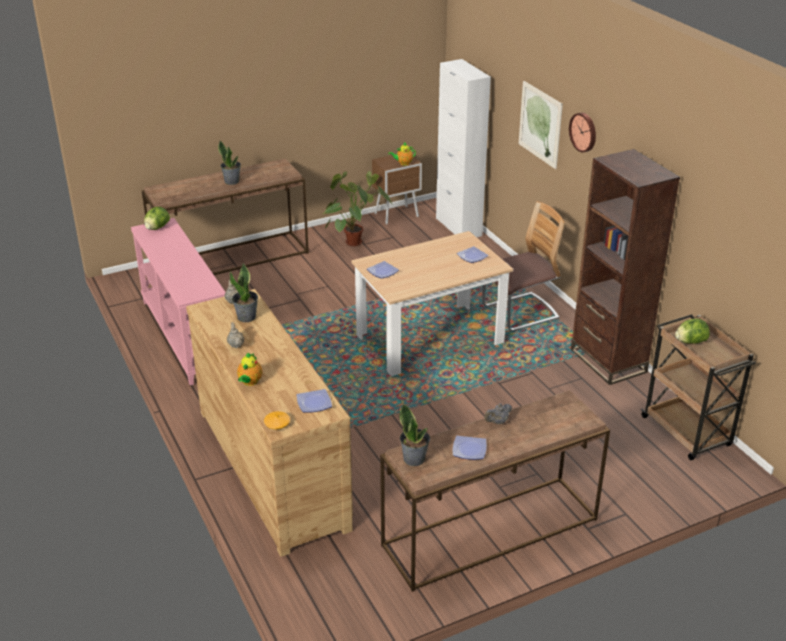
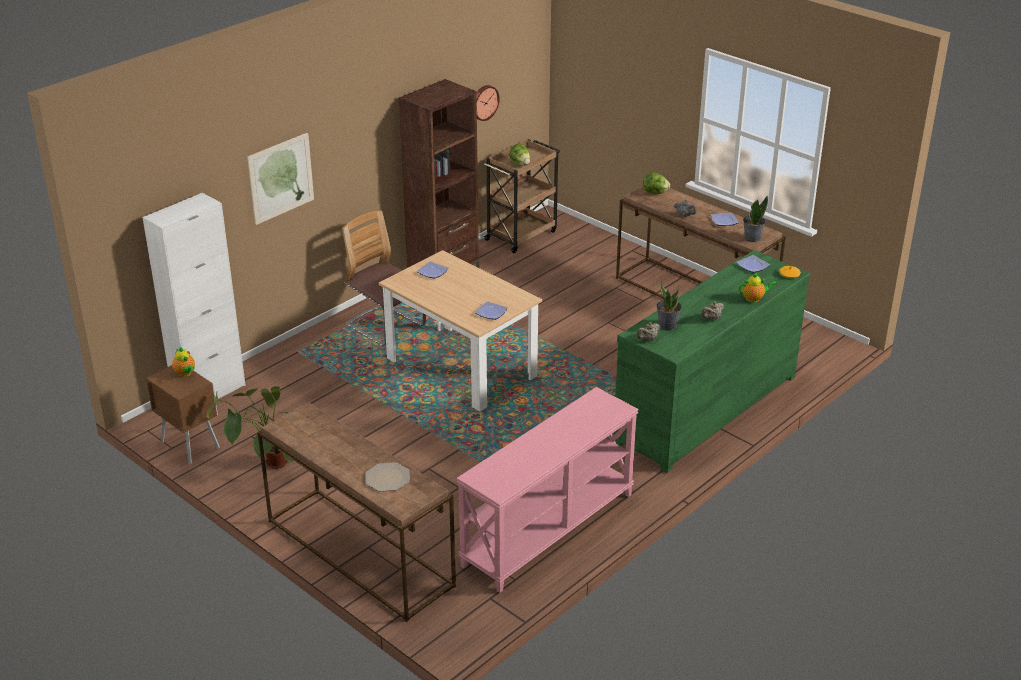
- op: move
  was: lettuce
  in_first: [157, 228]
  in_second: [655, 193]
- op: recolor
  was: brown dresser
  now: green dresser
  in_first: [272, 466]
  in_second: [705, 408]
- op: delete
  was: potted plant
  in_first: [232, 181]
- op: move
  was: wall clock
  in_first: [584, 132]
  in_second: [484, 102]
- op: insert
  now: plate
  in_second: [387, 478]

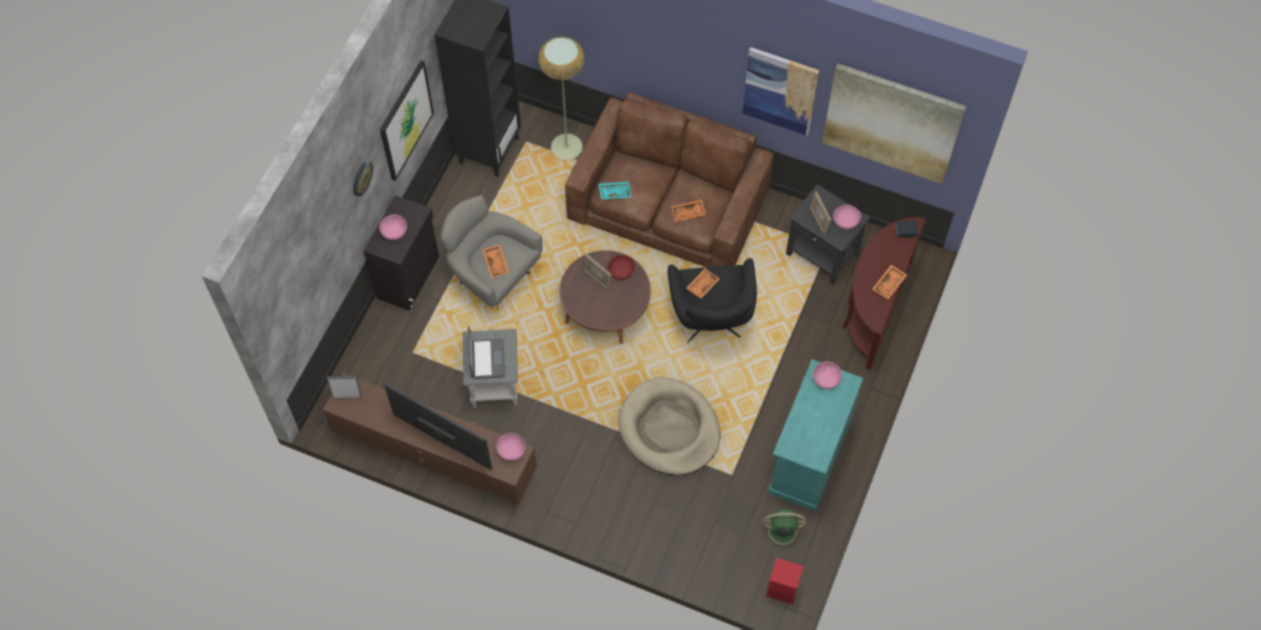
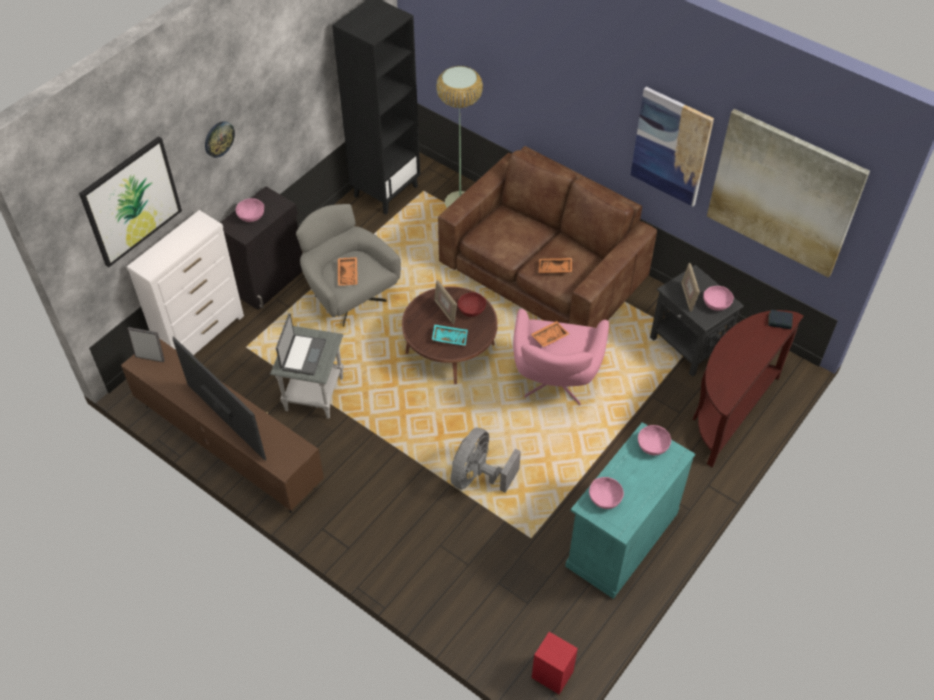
- op: move
  was: picture
  in_first: [405, 120]
  in_second: [131, 201]
- op: move
  was: pink bowl
  in_first: [511, 450]
  in_second: [604, 498]
- op: move
  was: turquoise tray
  in_first: [614, 192]
  in_second: [450, 337]
- op: replace
  was: beige dog bed
  now: grey fan
  in_first: [669, 429]
  in_second: [478, 476]
- op: recolor
  was: black armchair
  now: pink armchair
  in_first: [711, 321]
  in_second: [555, 383]
- op: delete
  was: green fan
  in_first: [781, 531]
- op: delete
  was: orange tray
  in_first: [889, 285]
- op: insert
  now: white dresser
  in_second: [202, 335]

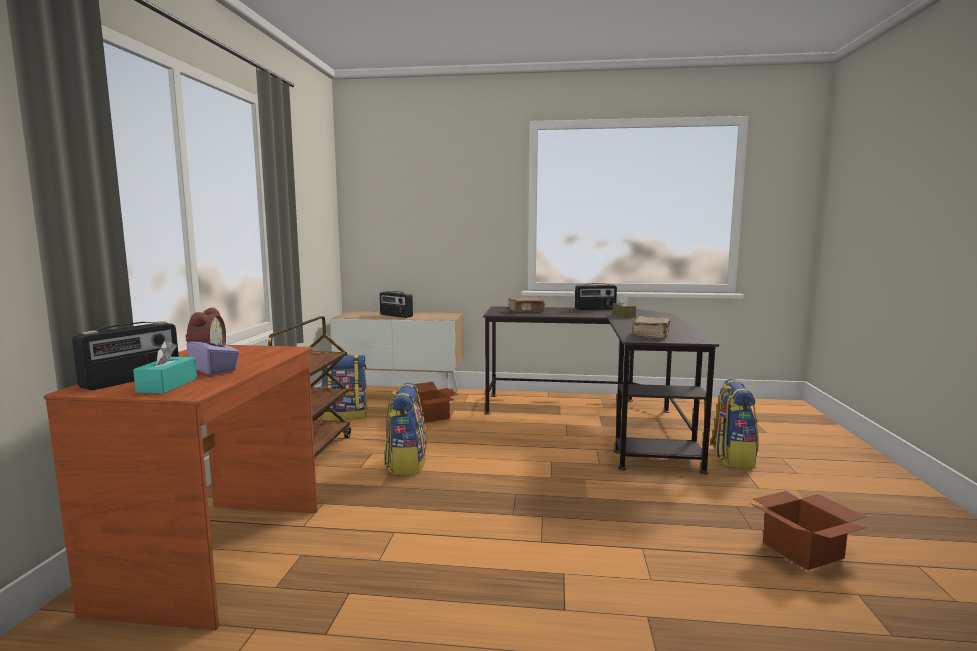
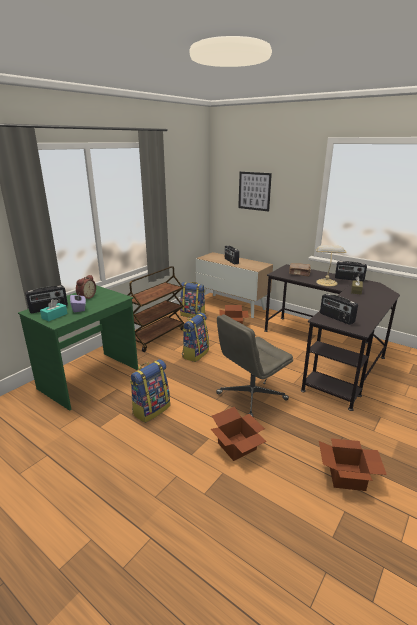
- op: recolor
  was: brown desk
  now: green desk
  in_first: [218, 556]
  in_second: [90, 379]
- op: replace
  was: brown book
  now: radio
  in_first: [652, 336]
  in_second: [336, 318]
- op: move
  was: backpack
  in_first: [731, 457]
  in_second: [151, 409]
- op: insert
  now: cardboard box
  in_second: [237, 447]
- op: insert
  now: grey office chair
  in_second: [251, 397]
- op: insert
  now: picture
  in_second: [254, 191]
- op: insert
  now: table lamp
  in_second: [326, 282]

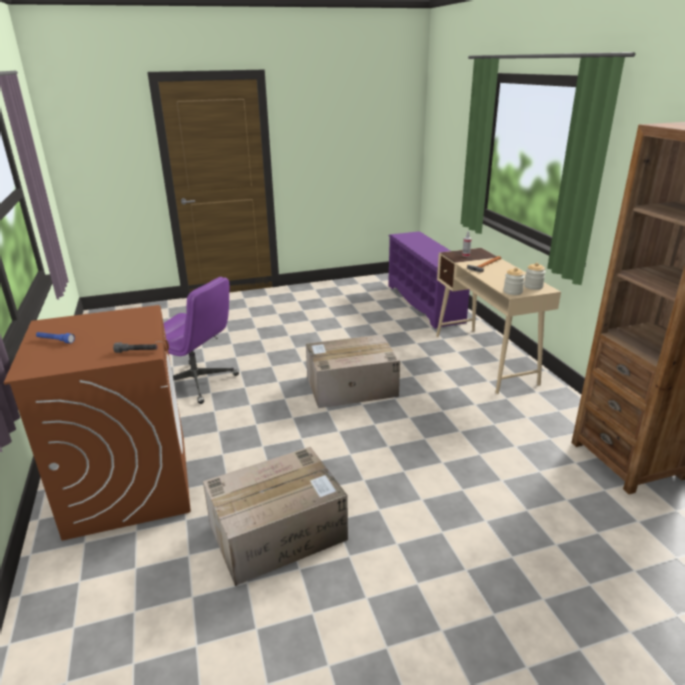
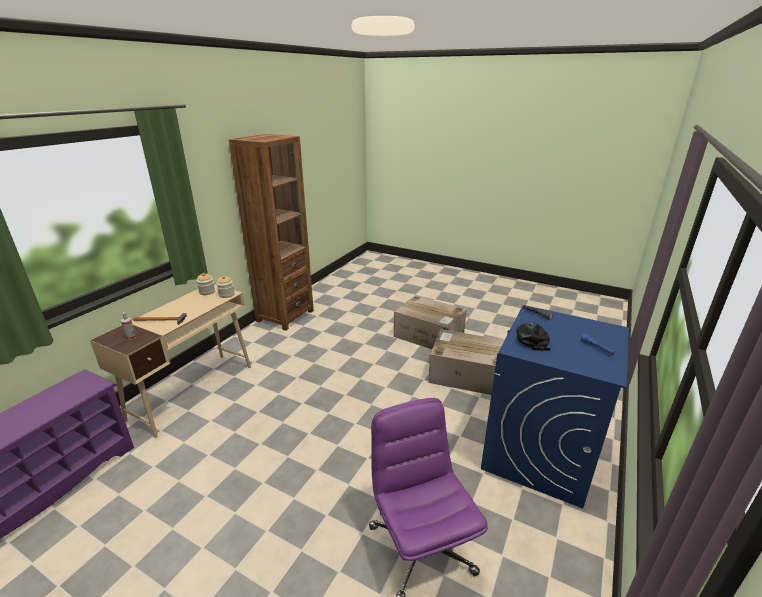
- op: recolor
  was: brown washing machine
  now: blue washing machine
  in_first: [129, 484]
  in_second: [539, 453]
- op: move
  was: cardboard box
  in_first: [350, 387]
  in_second: [430, 335]
- op: insert
  now: black cap
  in_second: [531, 338]

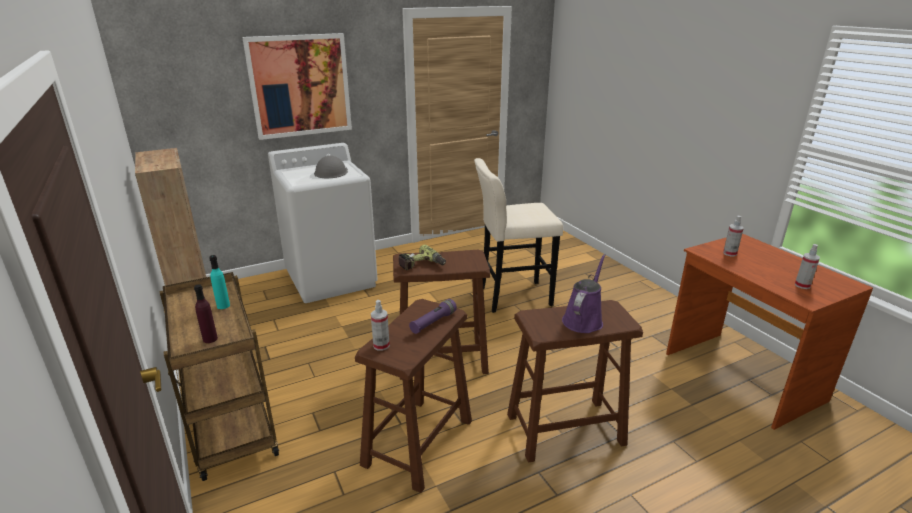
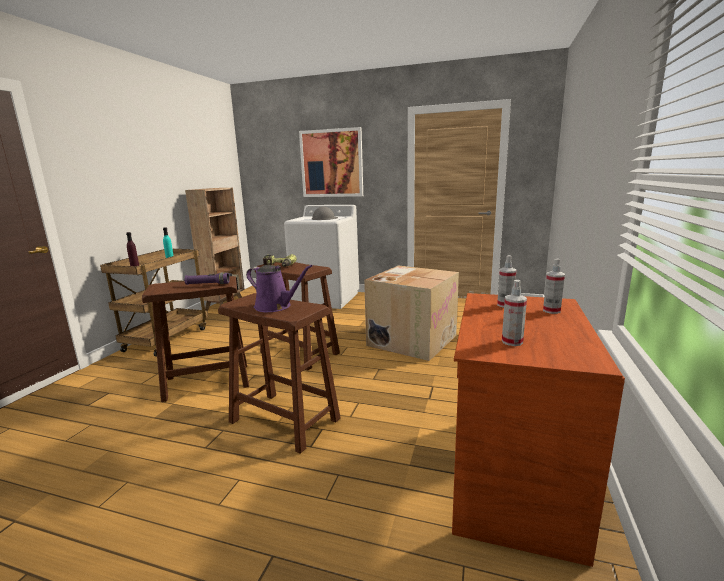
- op: move
  was: spray bottle
  in_first: [381, 345]
  in_second: [551, 311]
- op: replace
  was: beige stool
  now: cardboard box
  in_first: [511, 297]
  in_second: [411, 339]
- op: rotate
  was: purple watering can
  in_first: [583, 319]
  in_second: [275, 307]
  clockwise: 45

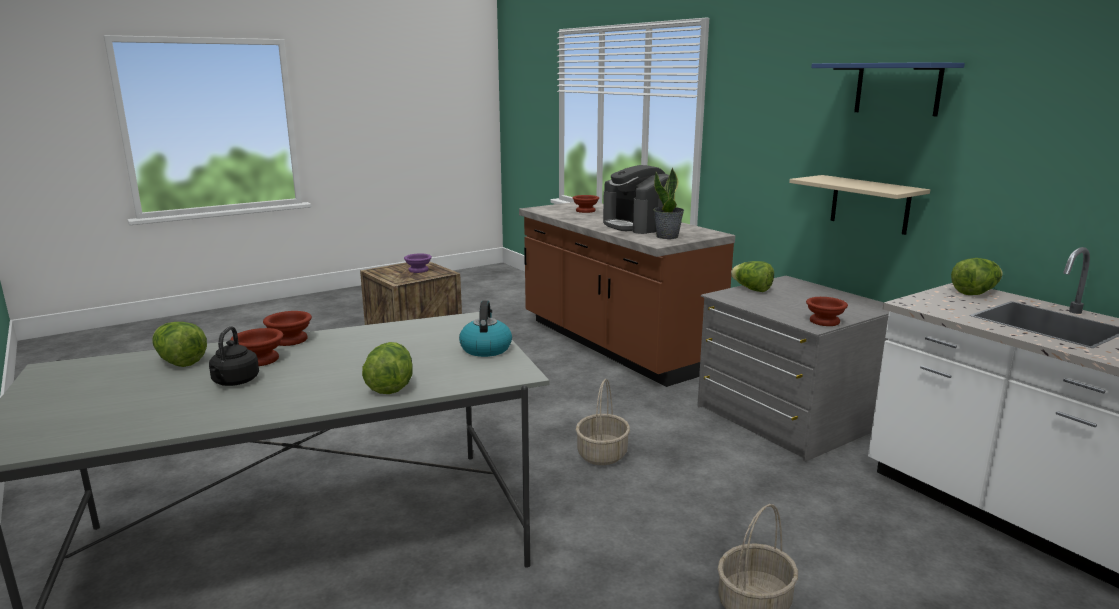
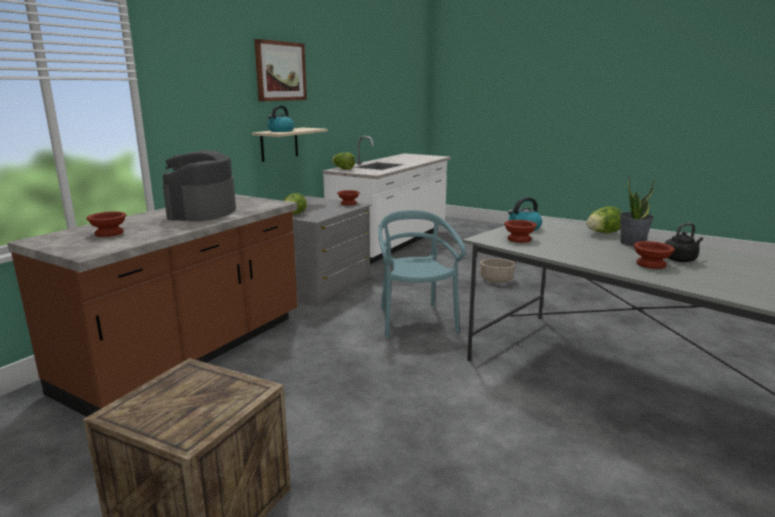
- op: delete
  was: lettuce
  in_first: [179, 361]
- op: move
  was: brown bowl
  in_first: [288, 340]
  in_second: [520, 239]
- op: delete
  was: purple bowl
  in_first: [418, 270]
- op: replace
  was: basket
  now: turquoise chair
  in_first: [602, 455]
  in_second: [415, 321]
- op: rotate
  was: coffee machine
  in_first: [637, 225]
  in_second: [202, 212]
  clockwise: 150
- op: move
  was: potted plant
  in_first: [667, 236]
  in_second: [632, 243]
- op: replace
  was: blue shelf
  now: picture
  in_first: [897, 89]
  in_second: [280, 71]
- op: insert
  now: kettle
  in_second: [281, 131]

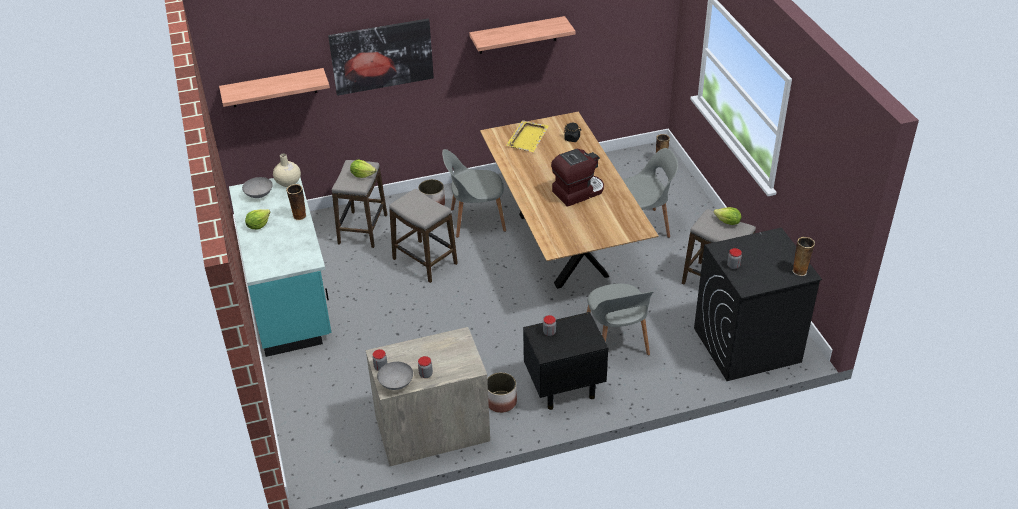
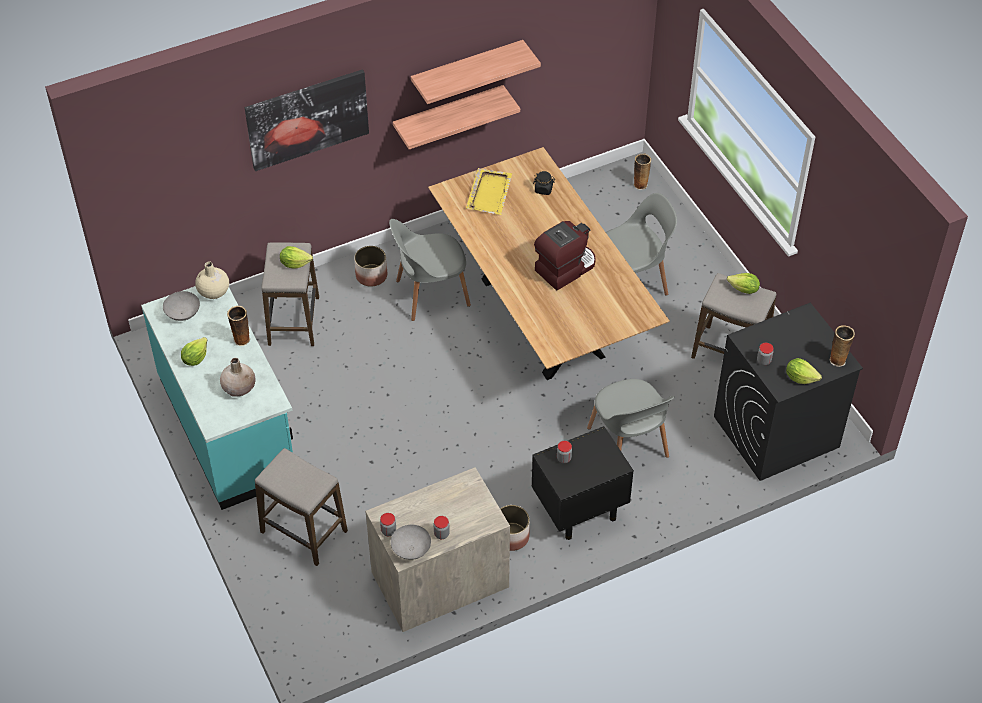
- op: move
  was: shelf
  in_first: [273, 88]
  in_second: [448, 114]
- op: move
  was: stool
  in_first: [425, 262]
  in_second: [304, 532]
- op: insert
  now: beige vase
  in_second: [239, 388]
- op: insert
  now: lettuce
  in_second: [800, 378]

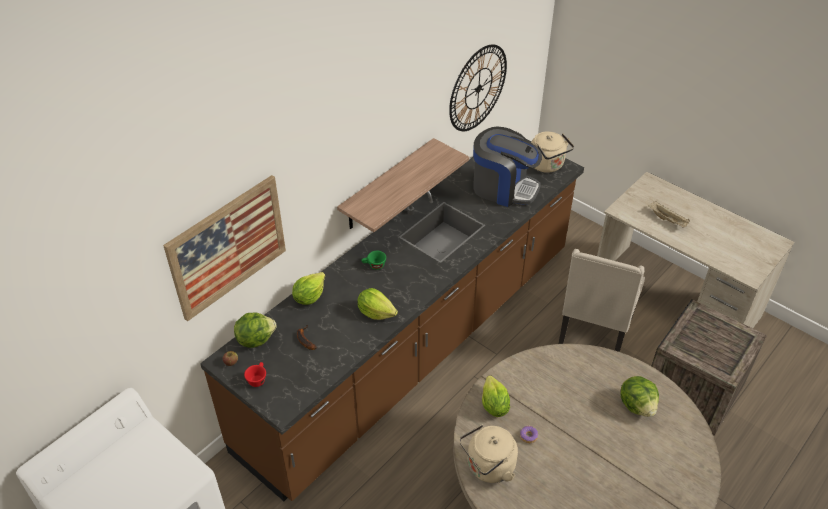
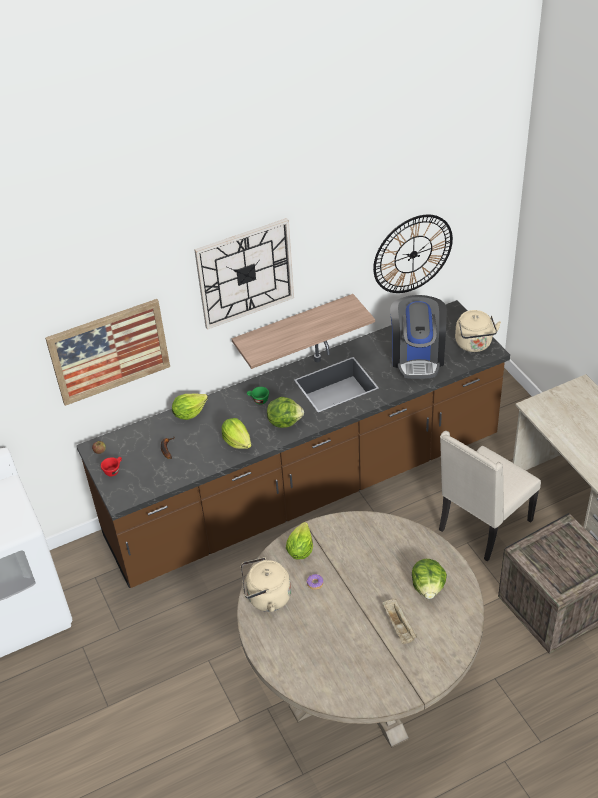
- op: move
  was: lettuce
  in_first: [255, 339]
  in_second: [284, 421]
- op: rotate
  was: coffee machine
  in_first: [503, 188]
  in_second: [417, 356]
  clockwise: 45
- op: move
  was: beige tray
  in_first: [668, 220]
  in_second: [399, 626]
- op: insert
  now: wall clock
  in_second: [245, 273]

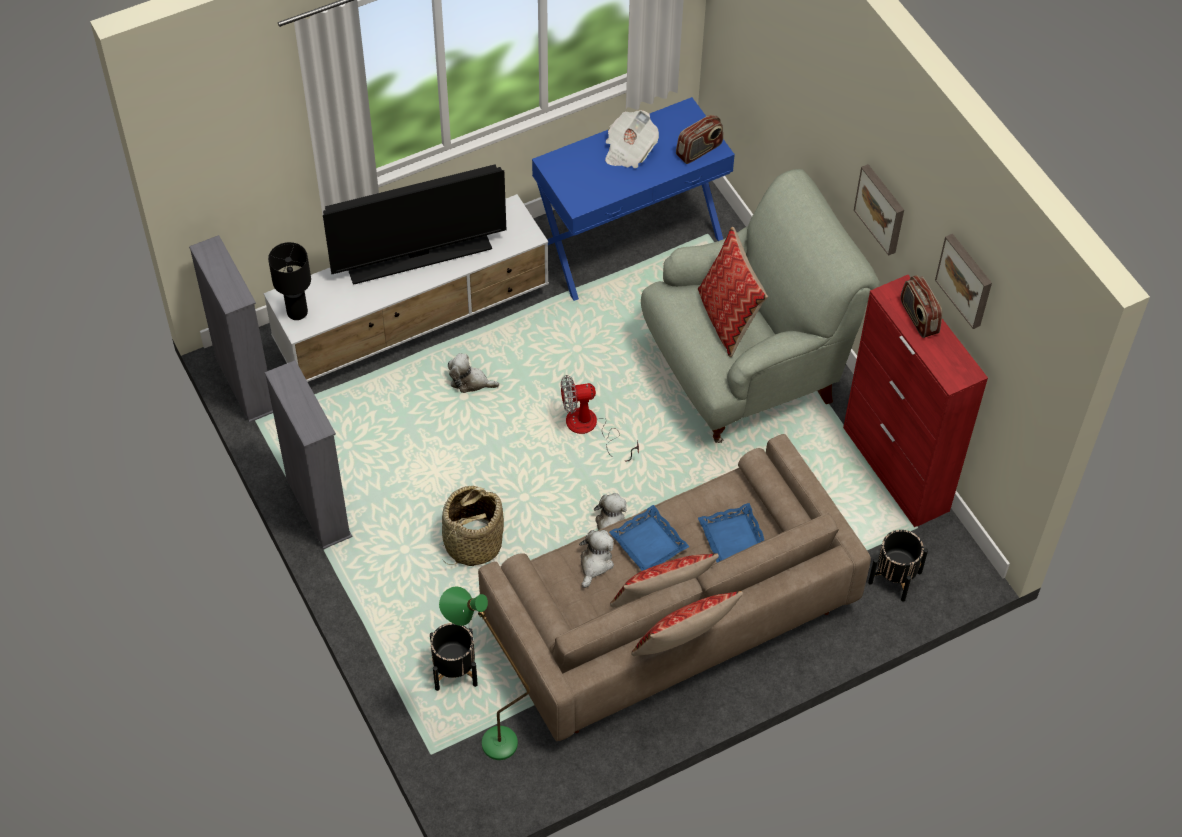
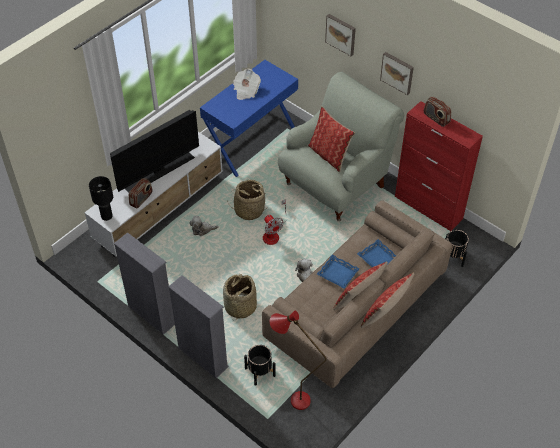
- op: move
  was: grey bookcase
  in_first: [245, 384]
  in_second: [203, 357]
- op: recolor
  was: green floor lamp
  now: red floor lamp
  in_first: [488, 737]
  in_second: [292, 399]
- op: rotate
  was: fan
  in_first: [590, 428]
  in_second: [273, 233]
  clockwise: -90
- op: delete
  was: plush toy
  in_first: [595, 563]
- op: move
  was: radio
  in_first: [699, 150]
  in_second: [141, 199]
- op: move
  was: picture
  in_first: [966, 280]
  in_second: [341, 34]
- op: insert
  now: basket
  in_second: [249, 210]

